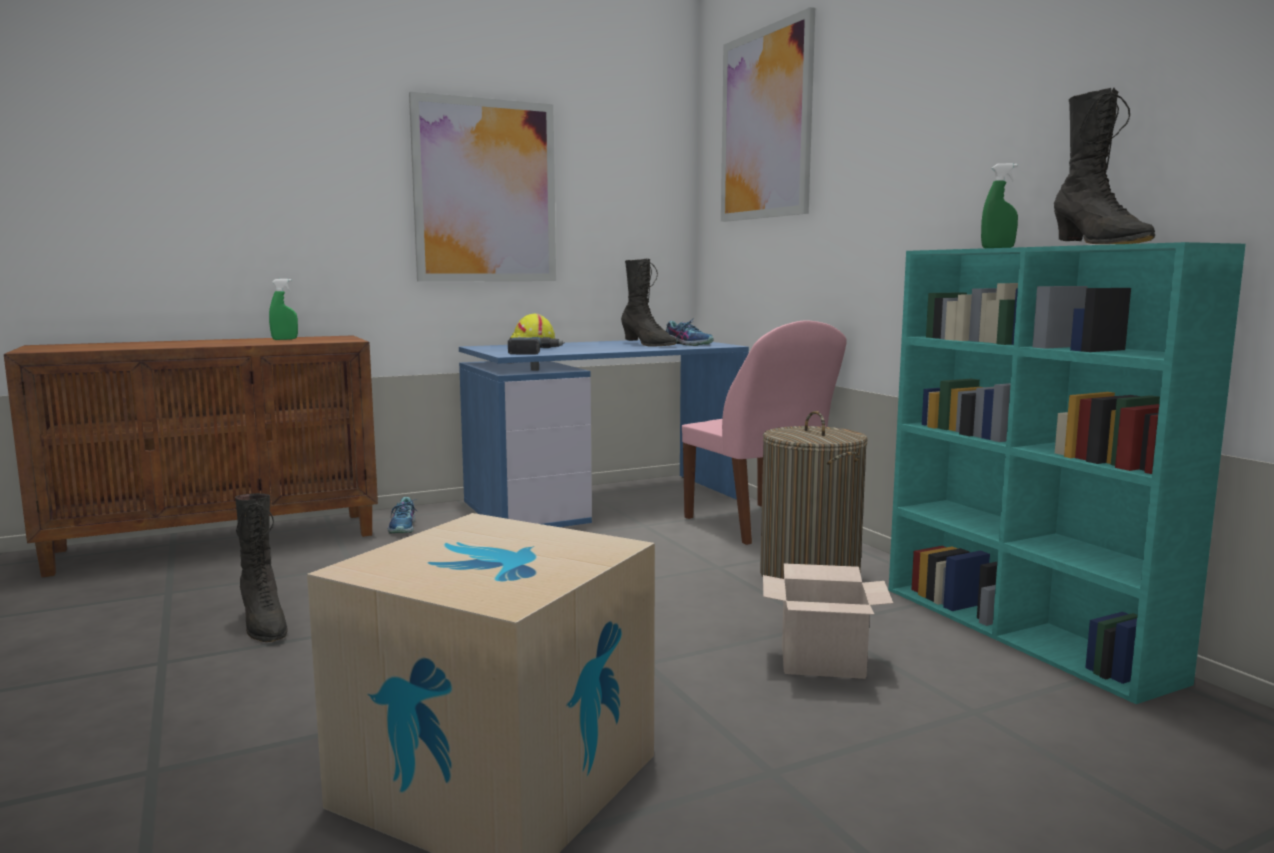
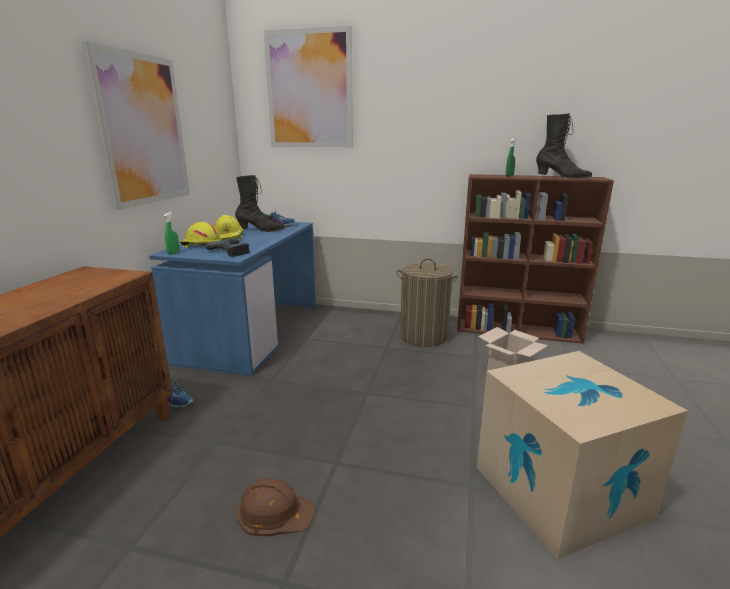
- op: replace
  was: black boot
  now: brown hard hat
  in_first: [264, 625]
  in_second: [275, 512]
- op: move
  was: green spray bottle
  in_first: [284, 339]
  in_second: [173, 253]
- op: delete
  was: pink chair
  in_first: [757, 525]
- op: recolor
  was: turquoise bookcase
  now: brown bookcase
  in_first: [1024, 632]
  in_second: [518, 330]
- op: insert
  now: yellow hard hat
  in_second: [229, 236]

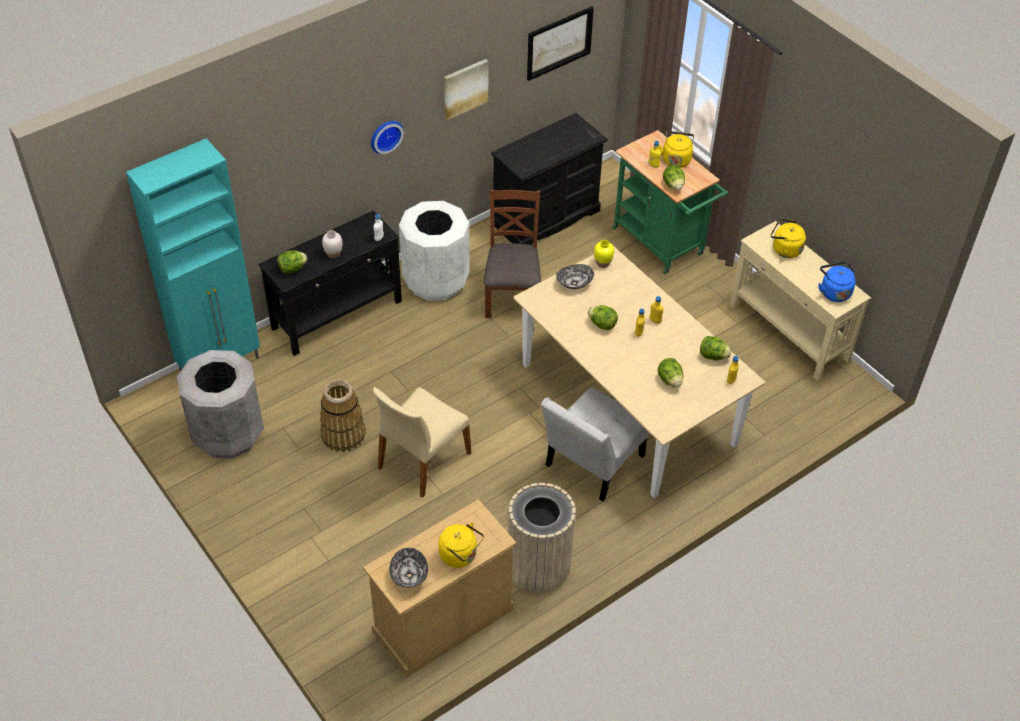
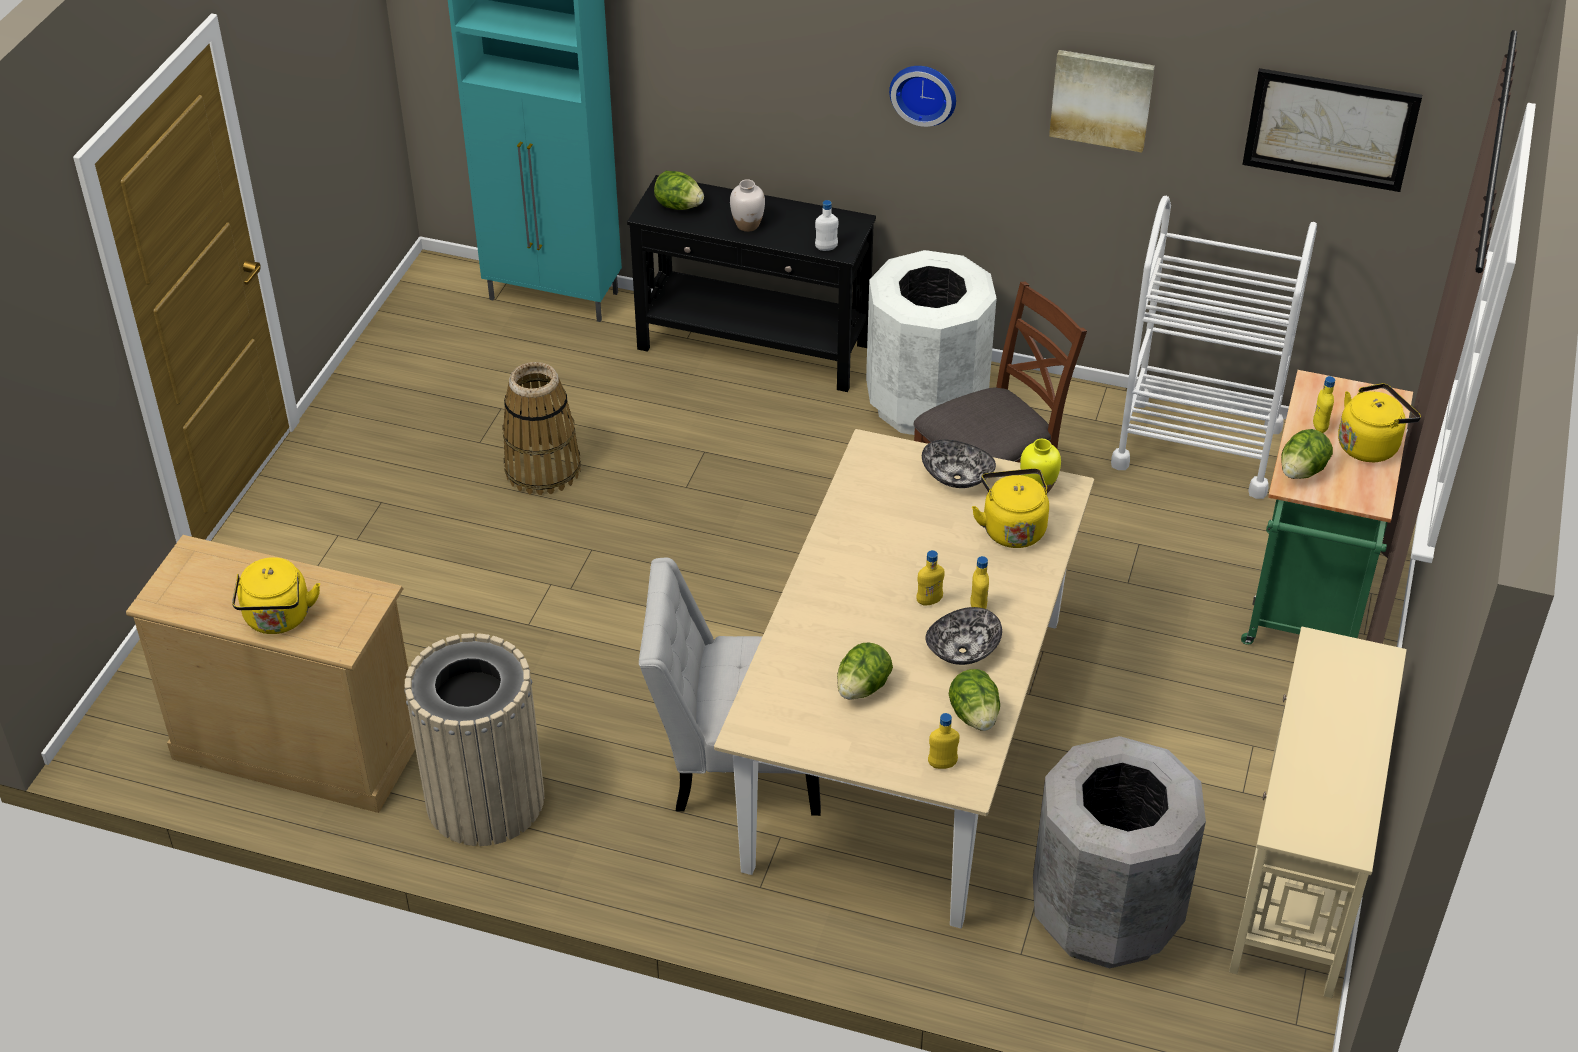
- op: move
  was: grey trash can
  in_first: [228, 434]
  in_second: [1106, 914]
- op: delete
  was: beige chair
  in_first: [422, 460]
- op: move
  was: bowl
  in_first: [409, 575]
  in_second: [963, 651]
- op: replace
  was: black dresser
  now: white cart
  in_first: [546, 217]
  in_second: [1197, 446]
- op: delete
  was: lettuce
  in_first: [602, 324]
- op: move
  was: yellow kettle
  in_first: [784, 249]
  in_second: [1012, 528]
- op: delete
  was: blue kettle
  in_first: [834, 291]

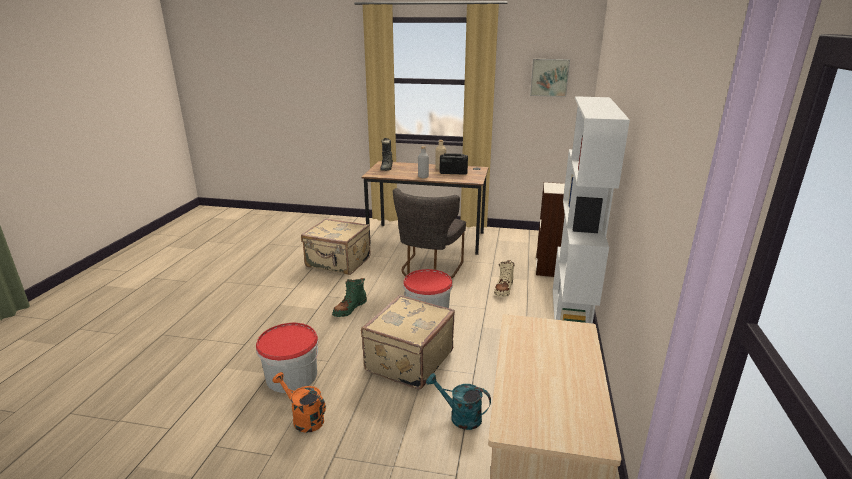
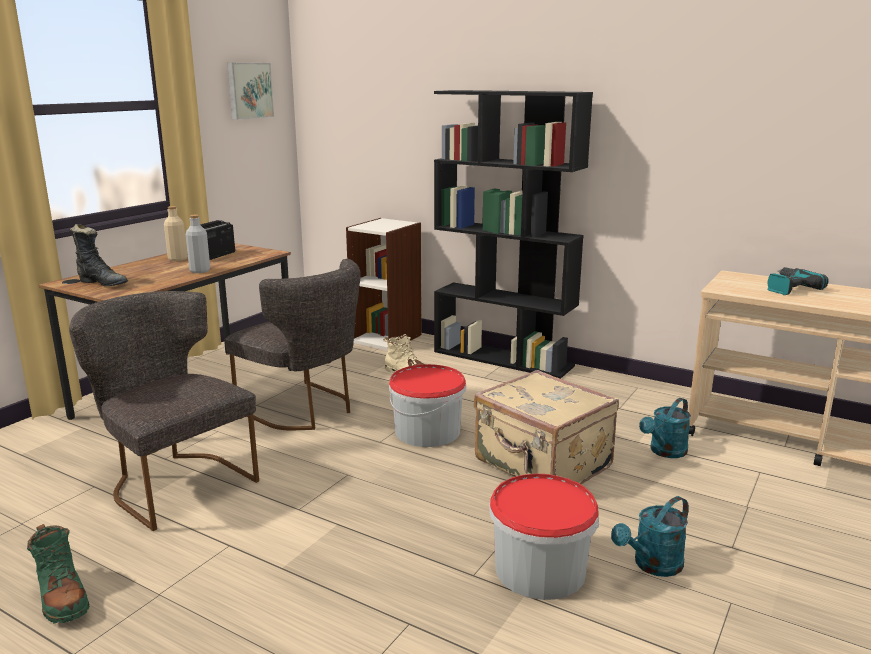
- op: recolor
  was: orange watering can
  now: turquoise watering can
  in_first: [303, 418]
  in_second: [652, 565]
- op: replace
  was: beige suitcase
  now: grey chair
  in_first: [338, 263]
  in_second: [174, 483]
- op: move
  was: green boot
  in_first: [350, 308]
  in_second: [62, 598]
- op: recolor
  was: white bookcase
  now: black bookcase
  in_first: [571, 319]
  in_second: [504, 358]
- op: insert
  now: power drill
  in_second: [788, 288]

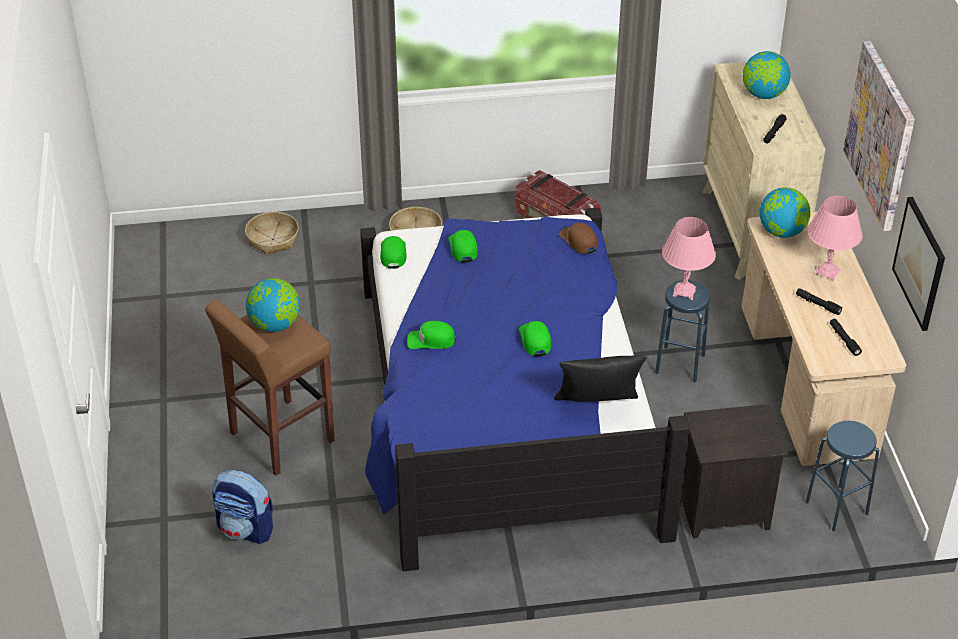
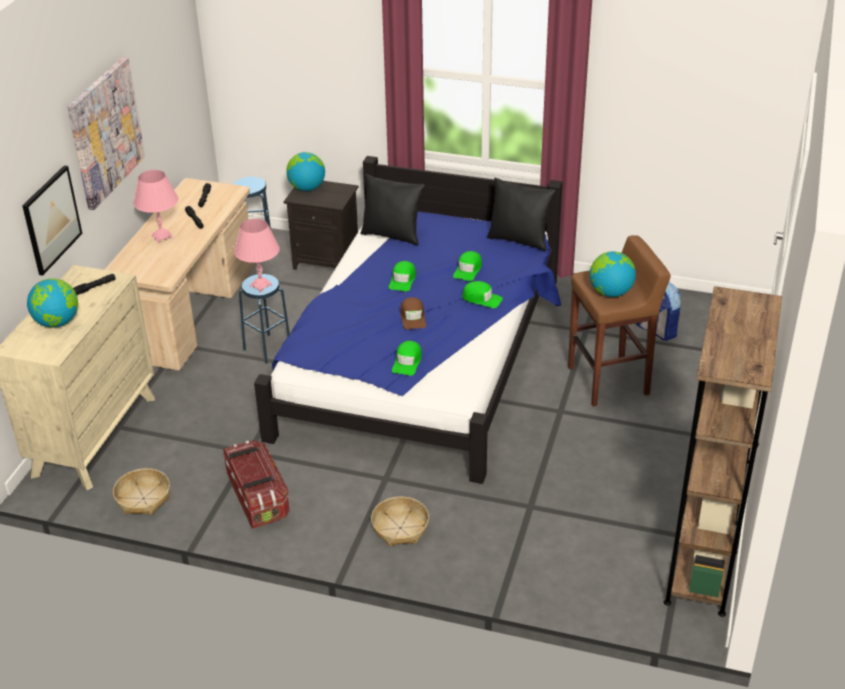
- op: move
  was: basket
  in_first: [273, 239]
  in_second: [143, 498]
- op: move
  was: green cap
  in_first: [393, 254]
  in_second: [468, 270]
- op: move
  was: brown cap
  in_first: [578, 241]
  in_second: [413, 317]
- op: move
  was: globe
  in_first: [782, 232]
  in_second: [307, 188]
- op: move
  was: picture
  in_first: [919, 263]
  in_second: [51, 219]
- op: insert
  now: black pillow
  in_second: [519, 240]
- op: insert
  now: brown bookcase
  in_second: [701, 561]

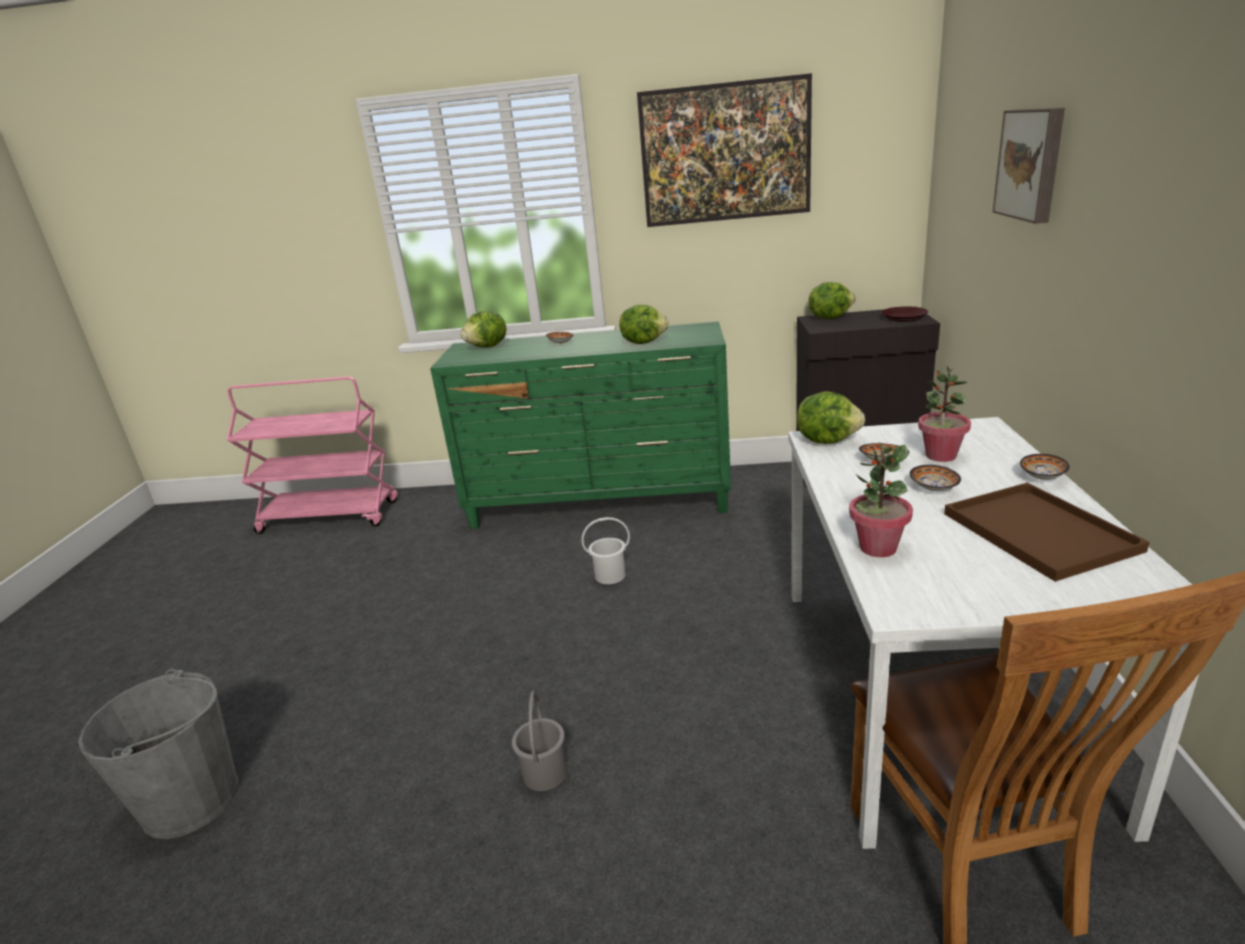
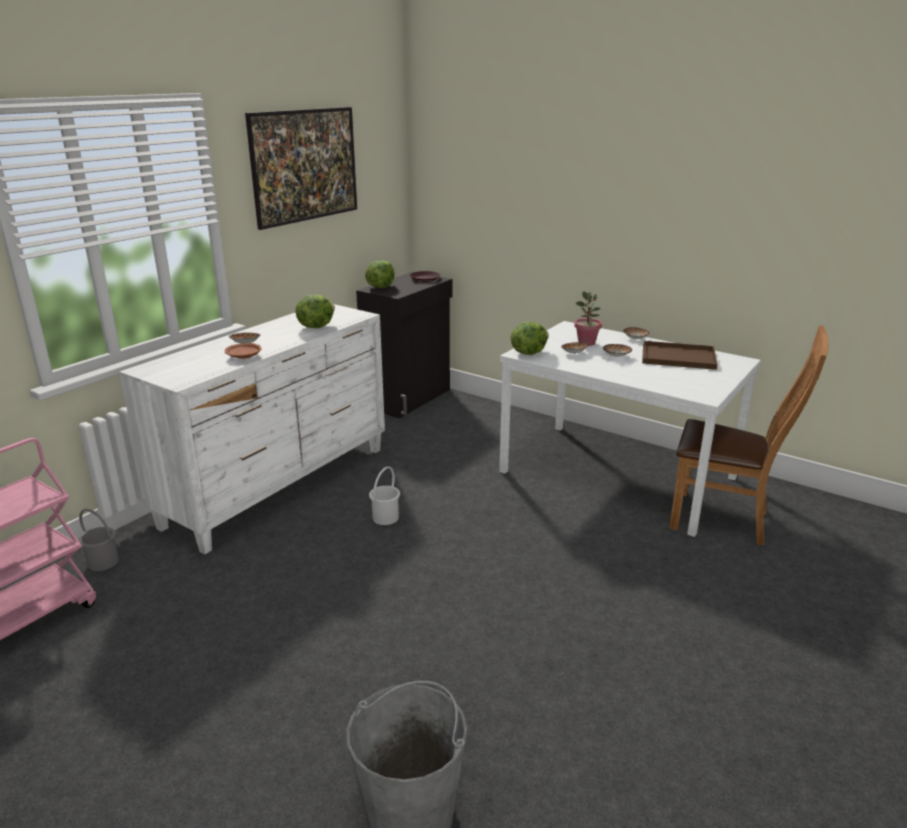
- op: recolor
  was: green dresser
  now: white dresser
  in_first: [600, 504]
  in_second: [280, 486]
- op: delete
  was: lettuce
  in_first: [488, 347]
- op: move
  was: grey bucket
  in_first: [544, 773]
  in_second: [103, 562]
- op: delete
  was: potted plant
  in_first: [877, 548]
- op: delete
  was: picture
  in_first: [1031, 164]
- op: insert
  now: brown plate
  in_second: [243, 356]

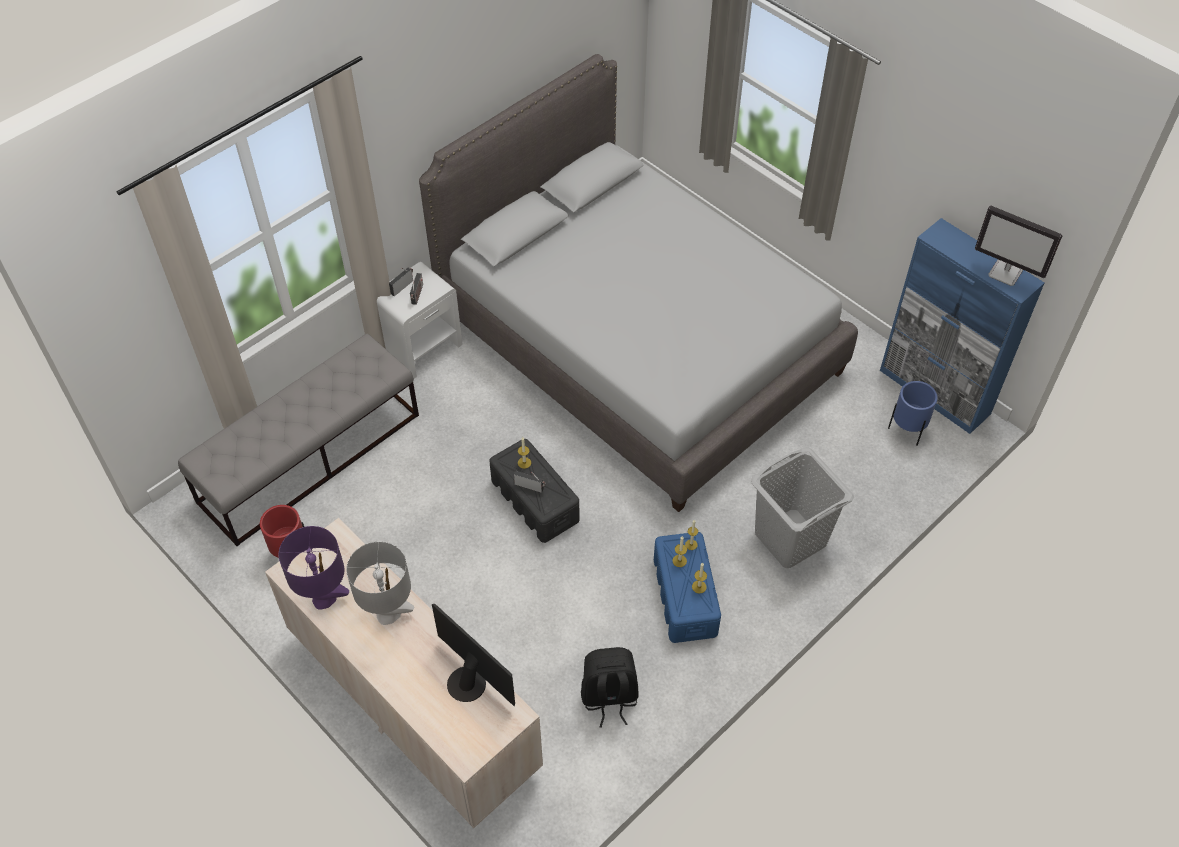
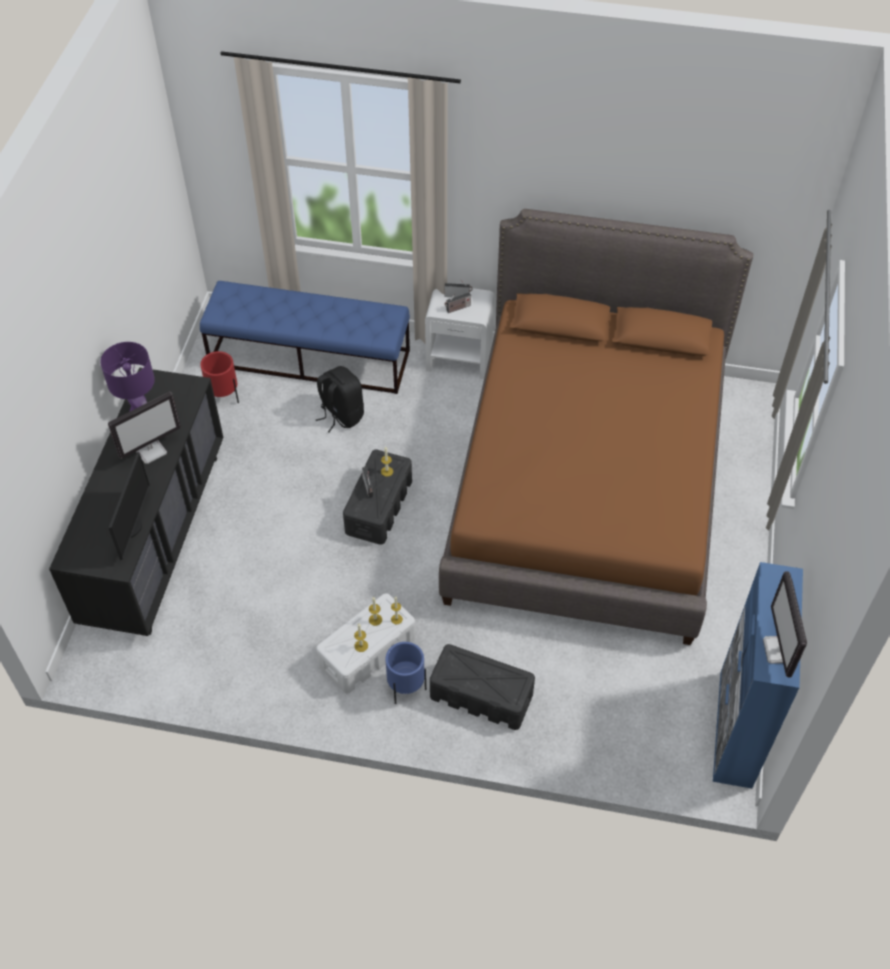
- op: recolor
  was: grey bench
  now: blue bench
  in_first: [310, 457]
  in_second: [310, 358]
- op: recolor
  was: beige dresser
  now: black dresser
  in_first: [412, 704]
  in_second: [156, 536]
- op: replace
  was: grey table lamp
  now: monitor
  in_first: [388, 614]
  in_second: [151, 451]
- op: recolor
  was: grey bed
  now: brown bed
  in_first: [638, 343]
  in_second: [587, 485]
- op: move
  was: black backpack
  in_first: [609, 698]
  in_second: [341, 415]
- op: recolor
  was: blue storage box
  now: white storage box
  in_first: [684, 596]
  in_second: [368, 652]
- op: replace
  was: grey laundry basket
  now: black storage box
  in_first: [790, 537]
  in_second: [482, 696]
- op: move
  was: blue planter
  in_first: [907, 431]
  in_second: [406, 688]

